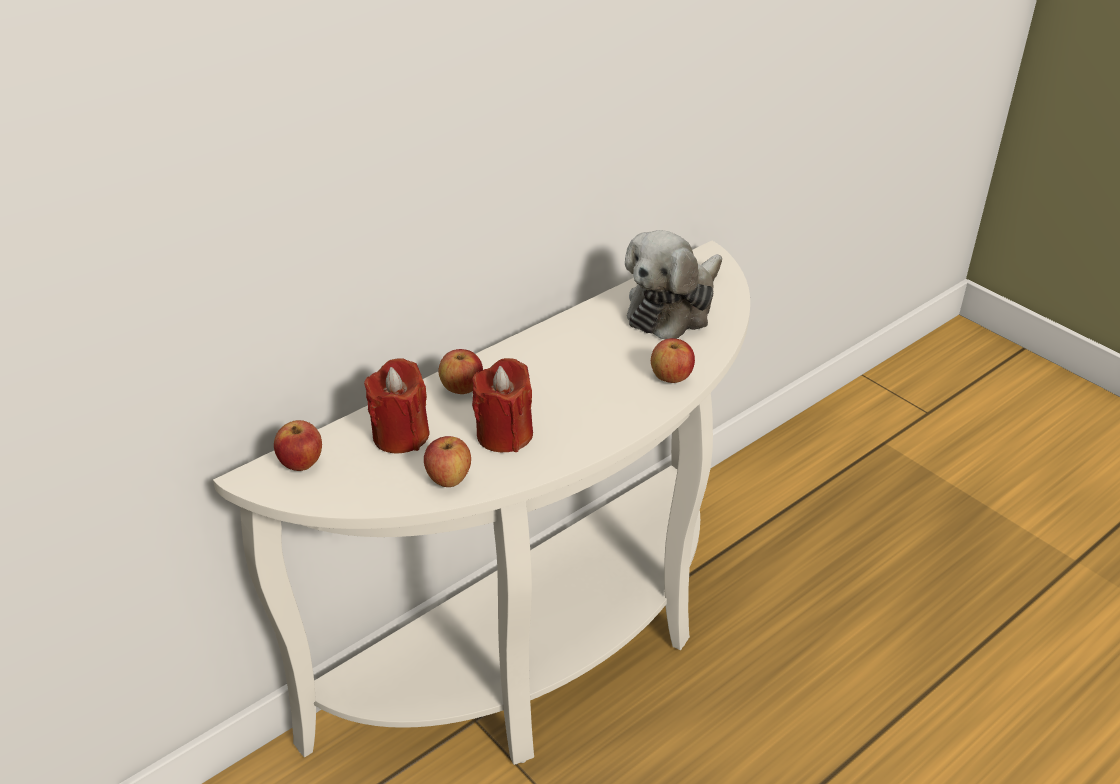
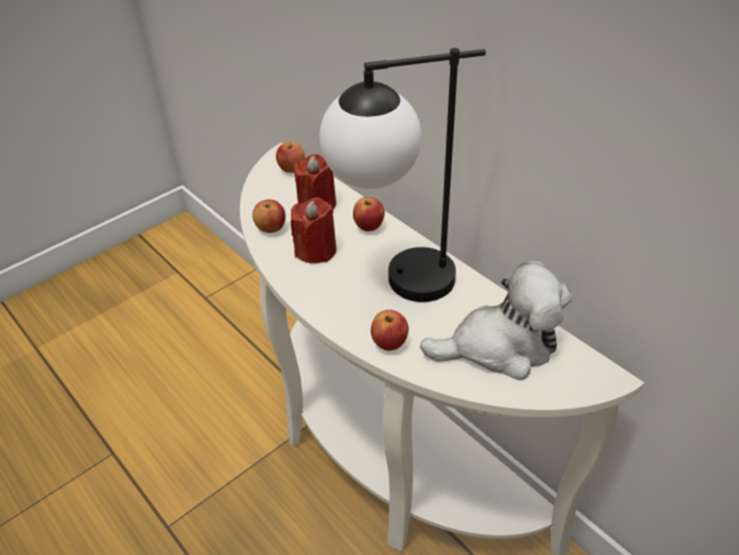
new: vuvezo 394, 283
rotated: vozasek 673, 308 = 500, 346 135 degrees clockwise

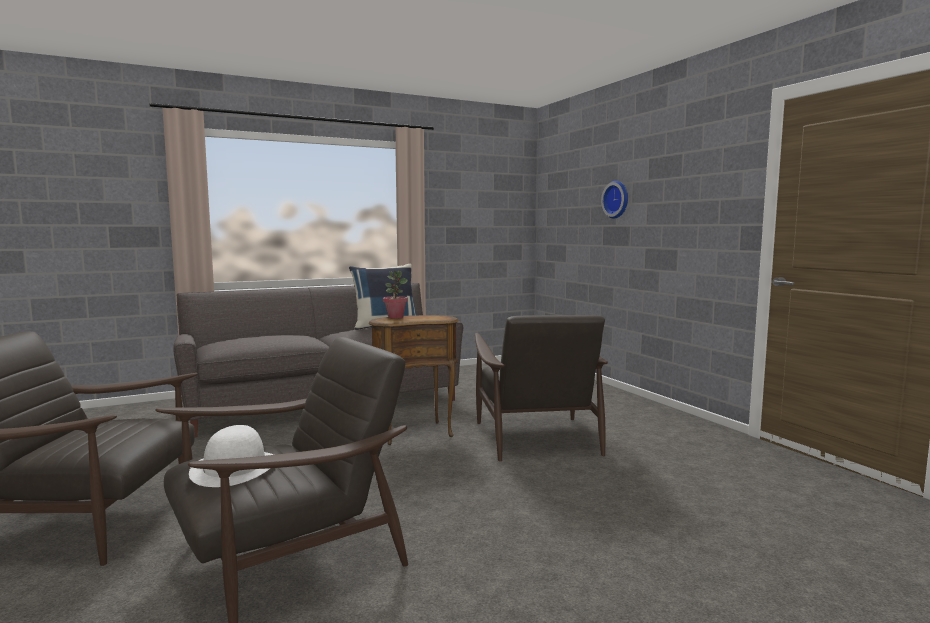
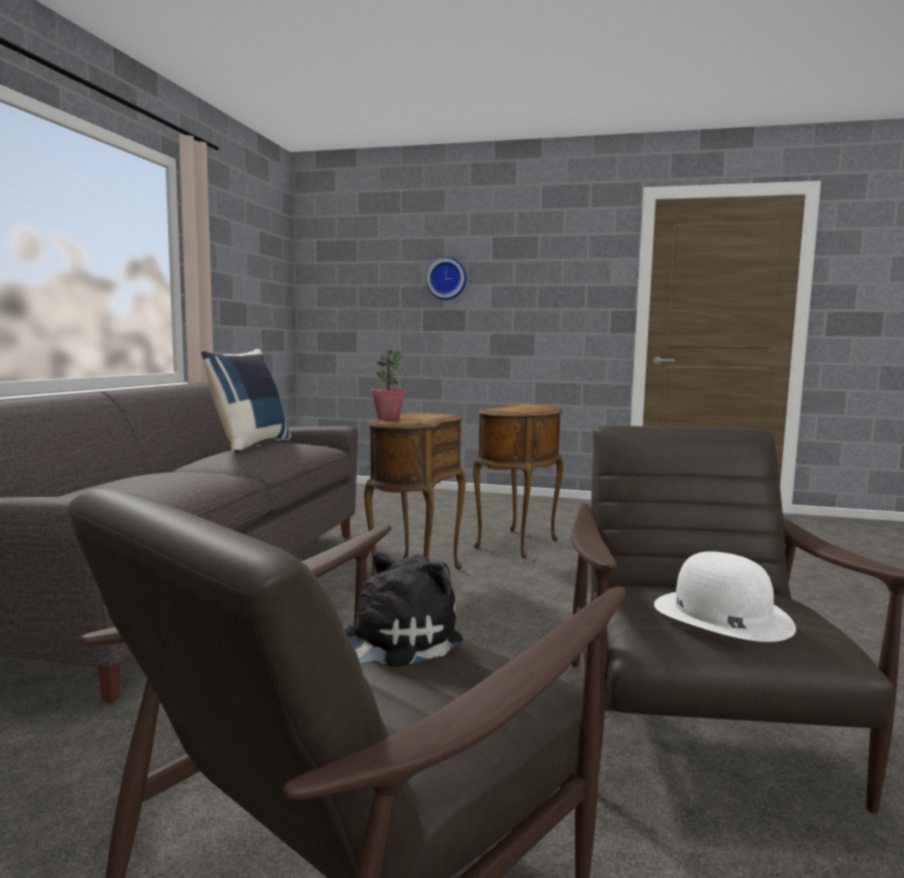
new: vozasek 393, 642
swapped: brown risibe 536, 436 to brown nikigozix 519, 544

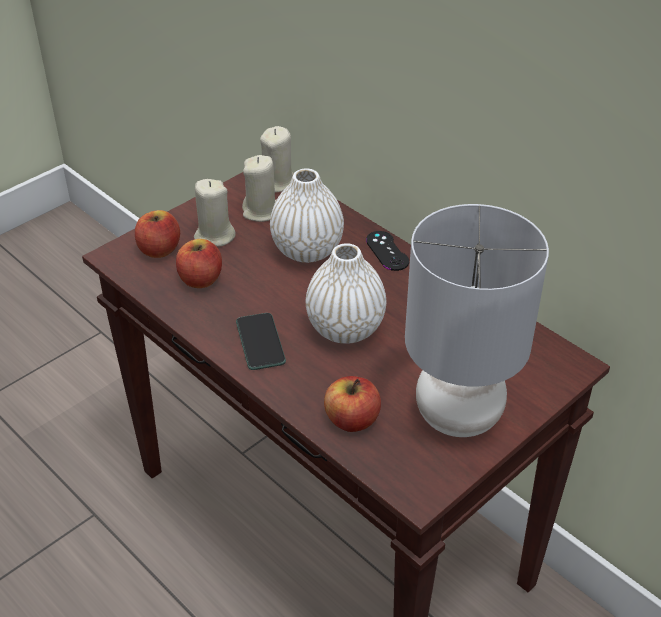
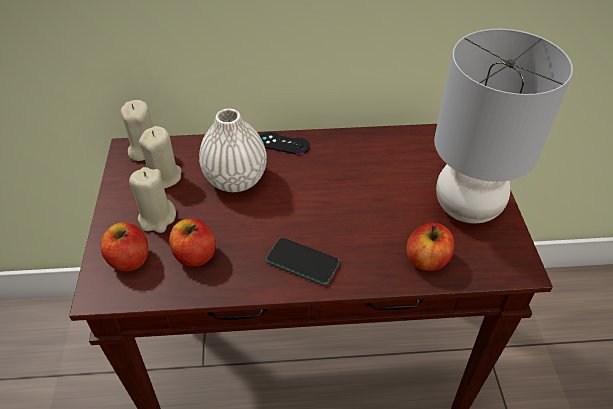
gone: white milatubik 345, 328

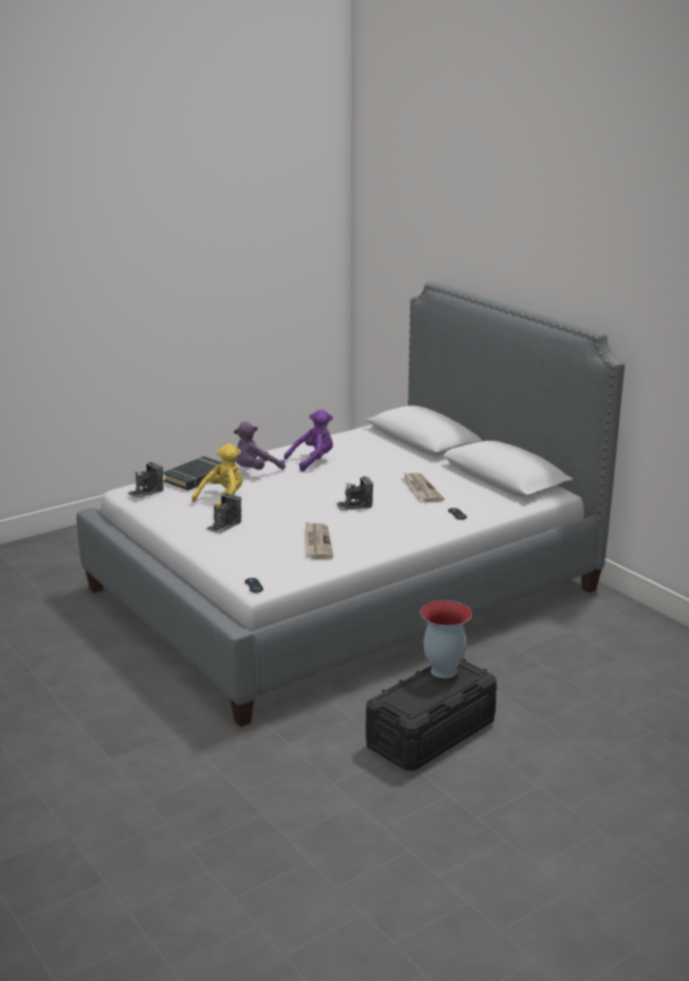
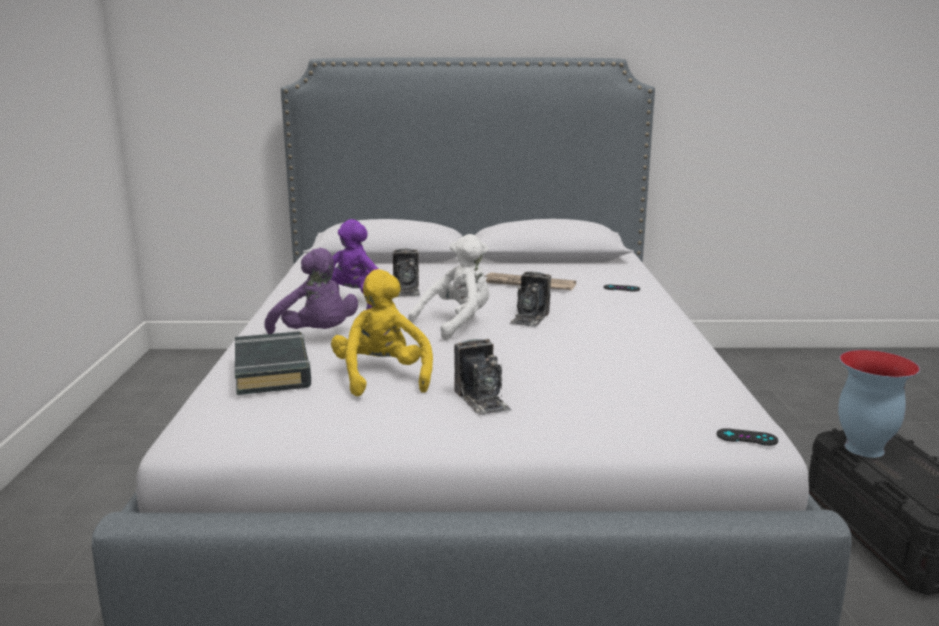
gone: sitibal 317, 542
new: white vozasek 457, 324
shifted: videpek 145, 492 to 406, 290
rotated: purple vozasek 255, 471 = 317, 335 45 degrees counterclockwise

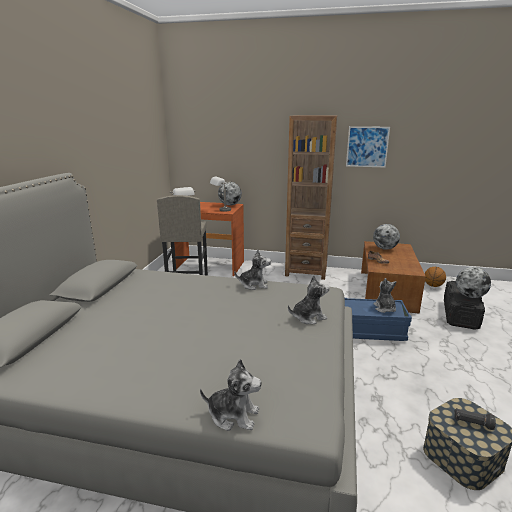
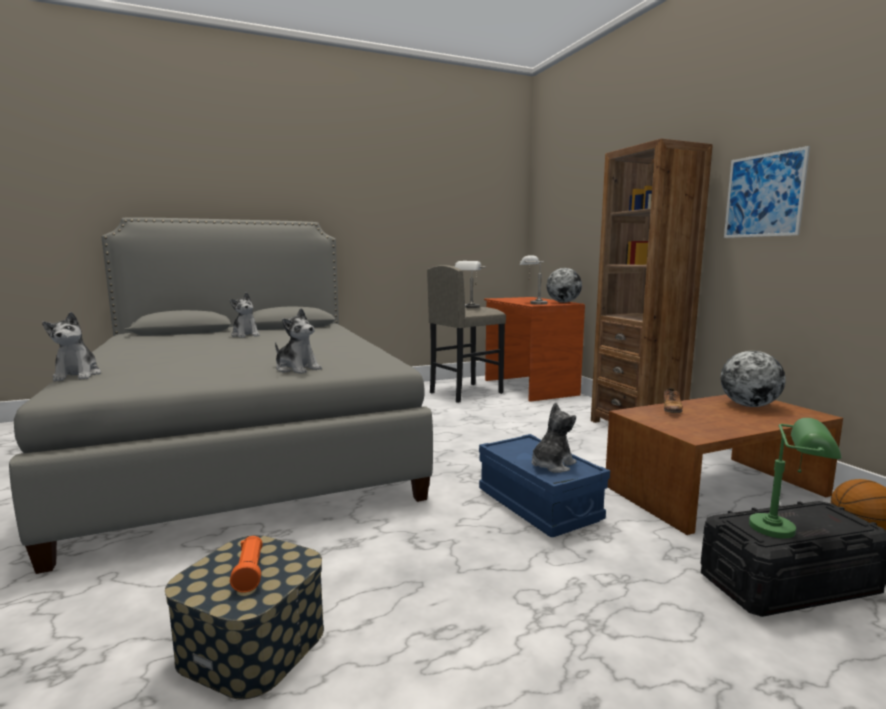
shifted: vozasek 254, 285 to 246, 335
swapped: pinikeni 470, 296 to green vuvezo 788, 530
repainted: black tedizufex 472, 423 to orange tedizufex 250, 573

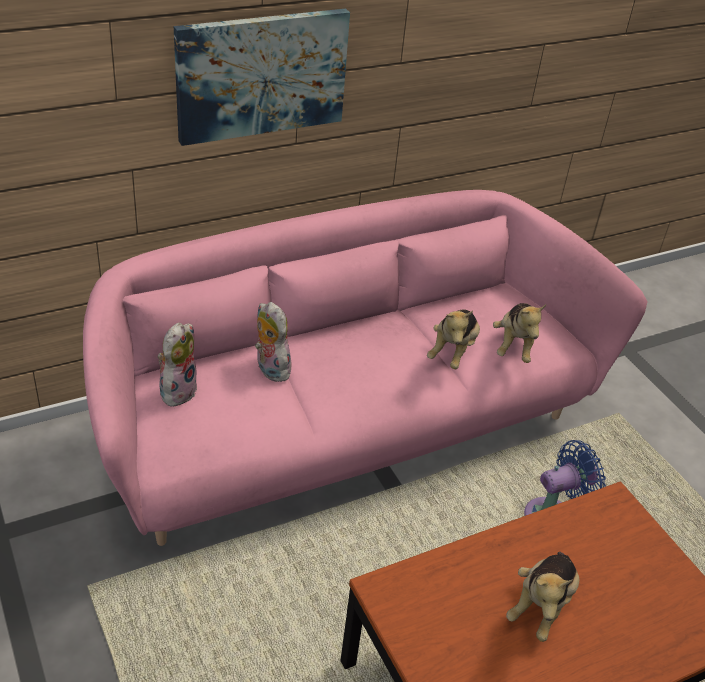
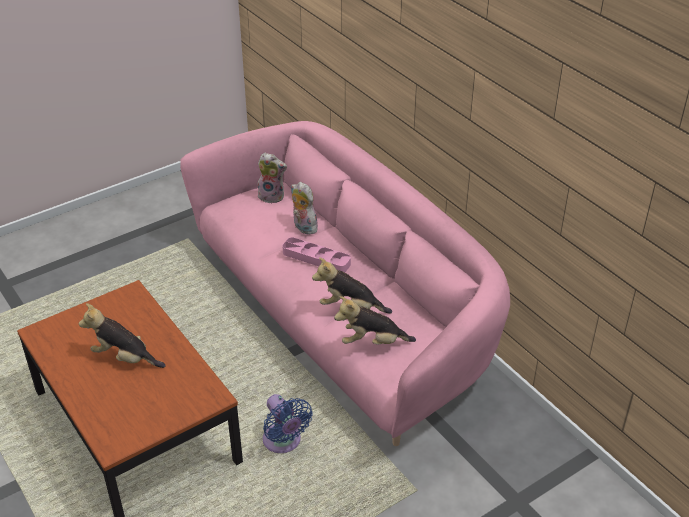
gone: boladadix 261, 75
new: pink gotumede 316, 258
rotated: vozasek 270, 369 = 303, 227 90 degrees counterclockwise

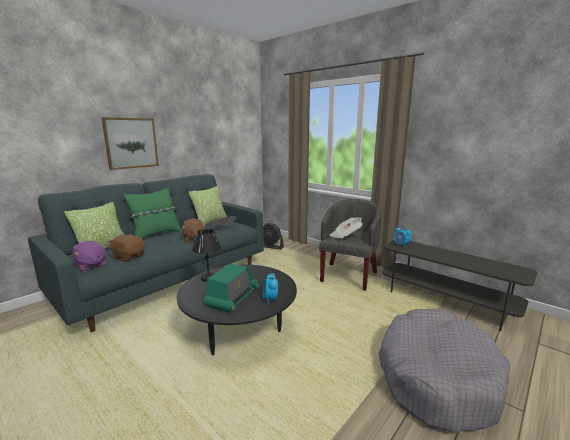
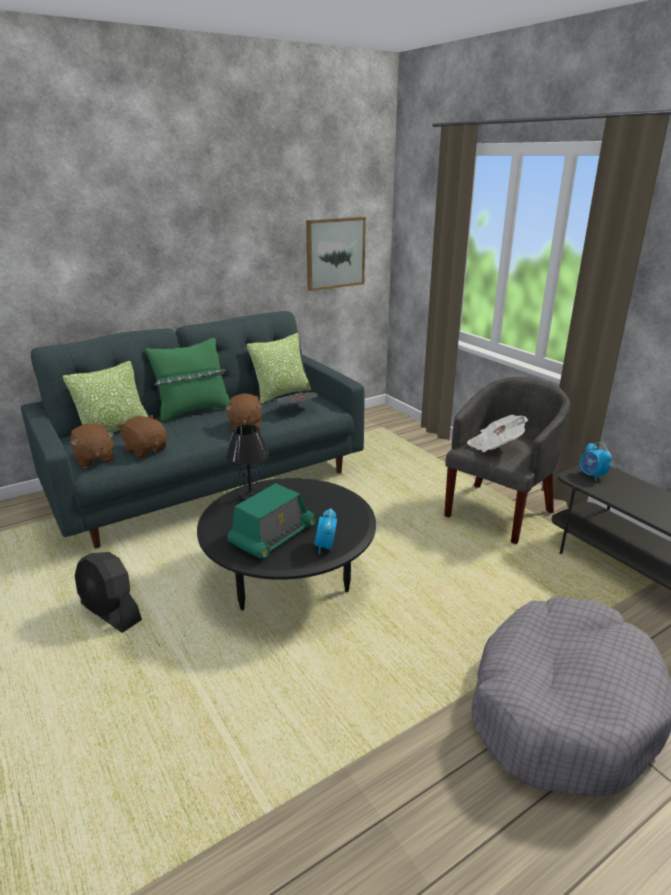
shifted: boladadix 131, 143 to 335, 253; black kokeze 270, 247 to 111, 613
repainted: purple vozasek 91, 266 to brown vozasek 94, 459

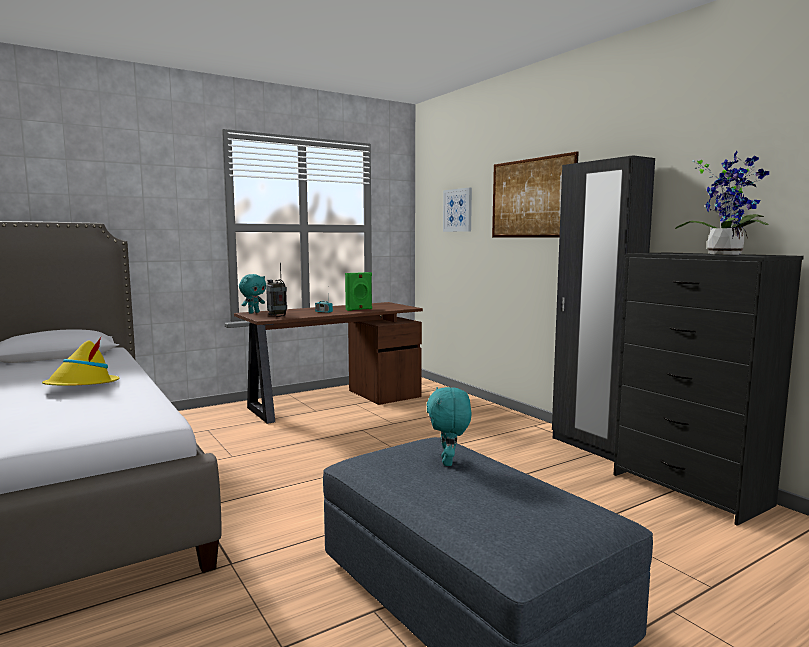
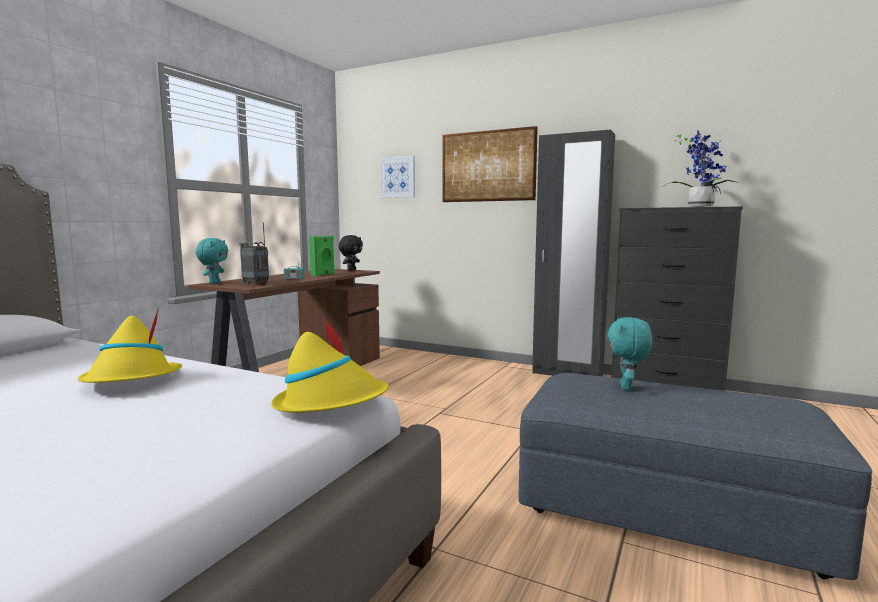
new: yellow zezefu 331, 403; black vozasek 351, 270
rotated: turquoise vozasek 449, 462 = 627, 387 45 degrees clockwise

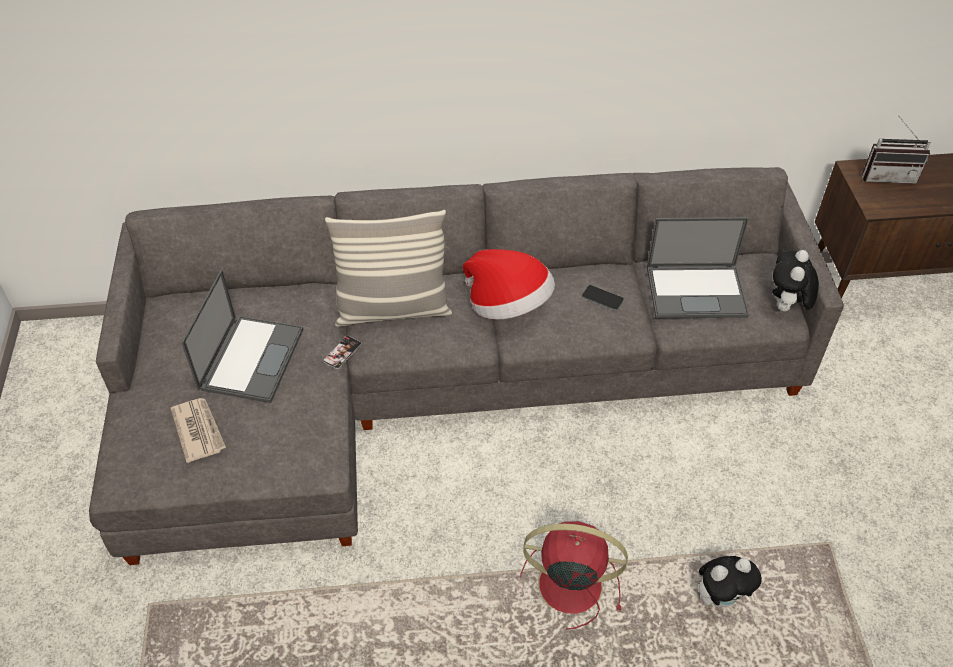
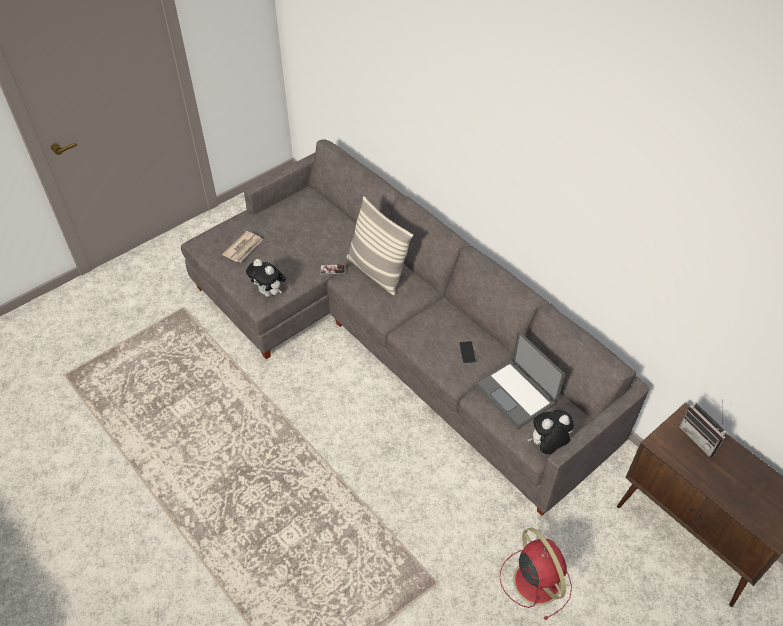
gone: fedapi 251, 357; zezefu 508, 305
shifted: red kokeze 566, 585 to 535, 580; vozasek 720, 597 to 269, 293

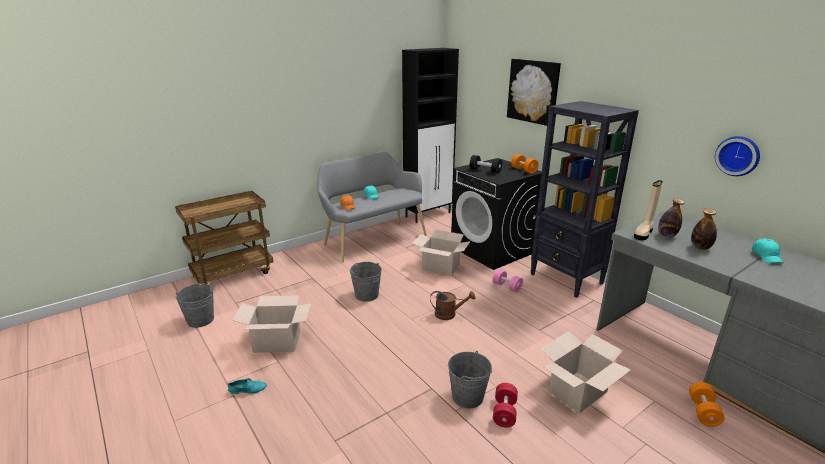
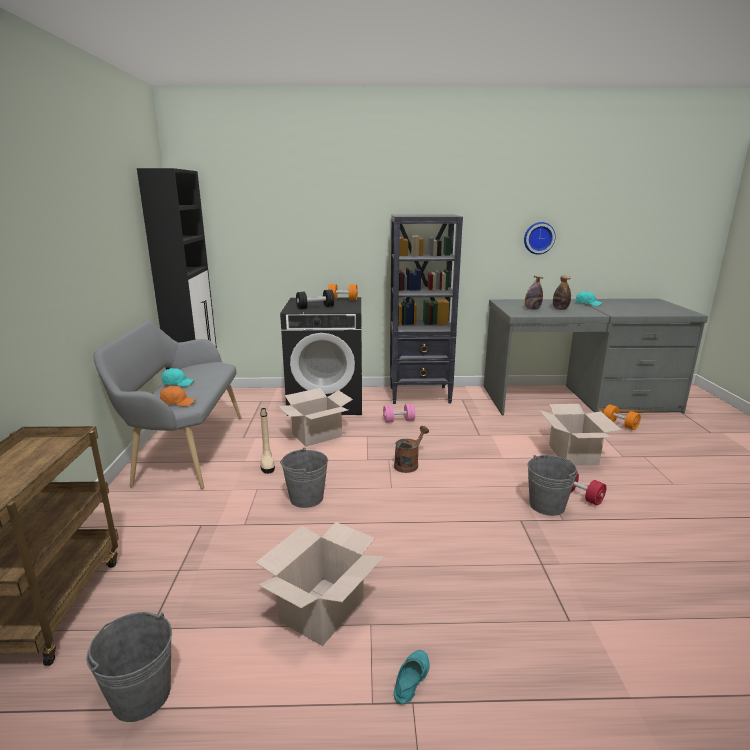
gone: boladadix 533, 91
shifted: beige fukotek 643, 233 to 267, 464

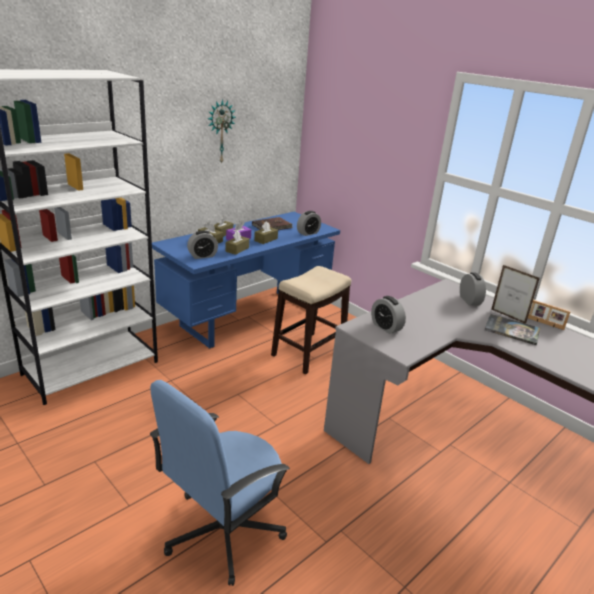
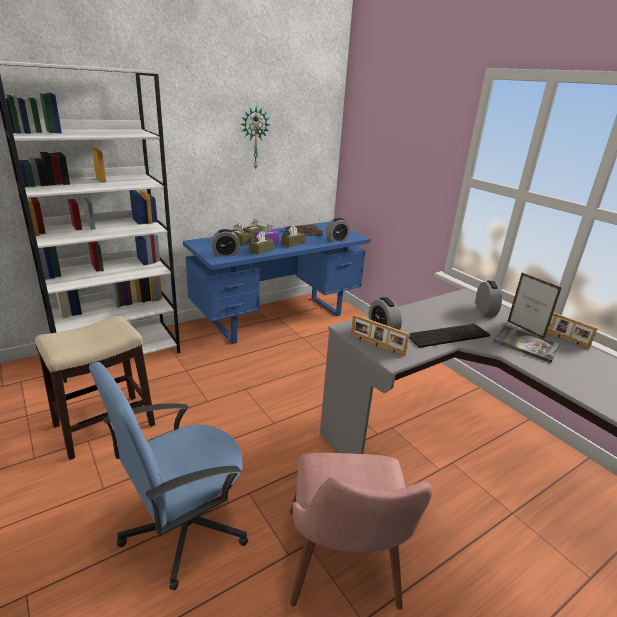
new: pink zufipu 344, 572; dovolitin 376, 345; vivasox 448, 336
shifted: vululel 308, 353 to 103, 425

